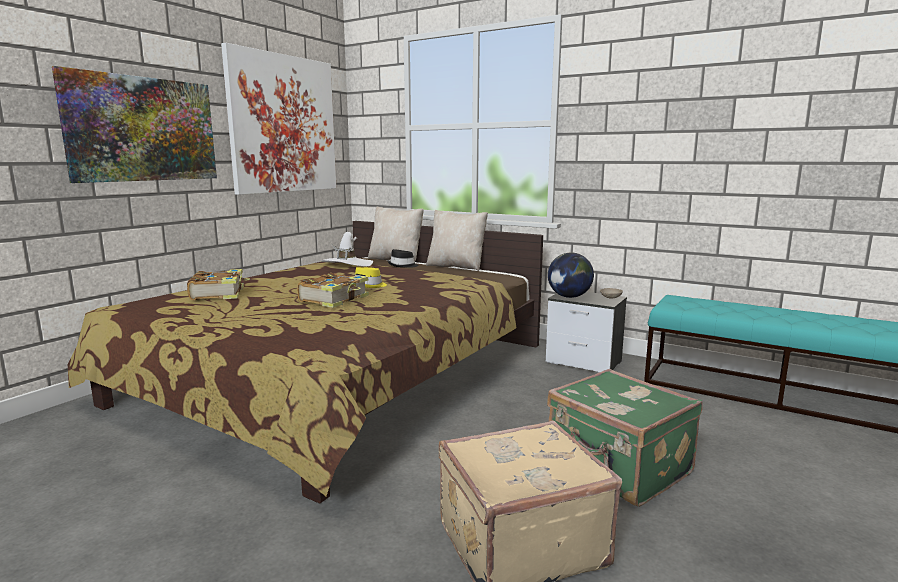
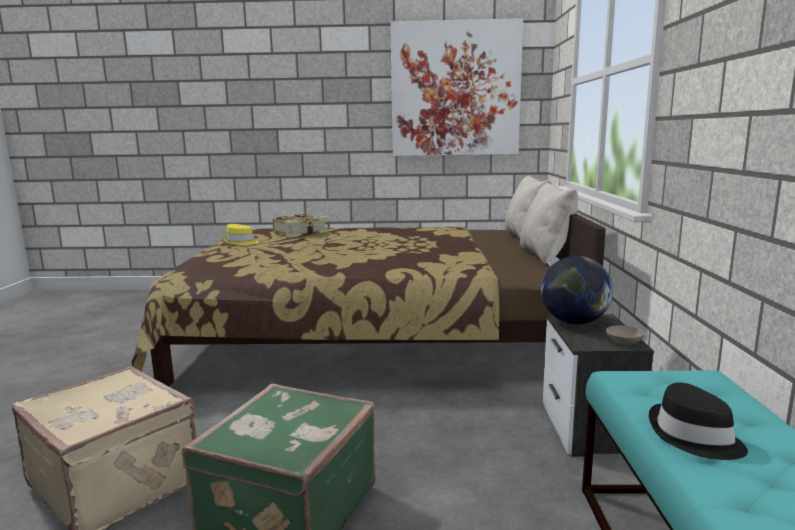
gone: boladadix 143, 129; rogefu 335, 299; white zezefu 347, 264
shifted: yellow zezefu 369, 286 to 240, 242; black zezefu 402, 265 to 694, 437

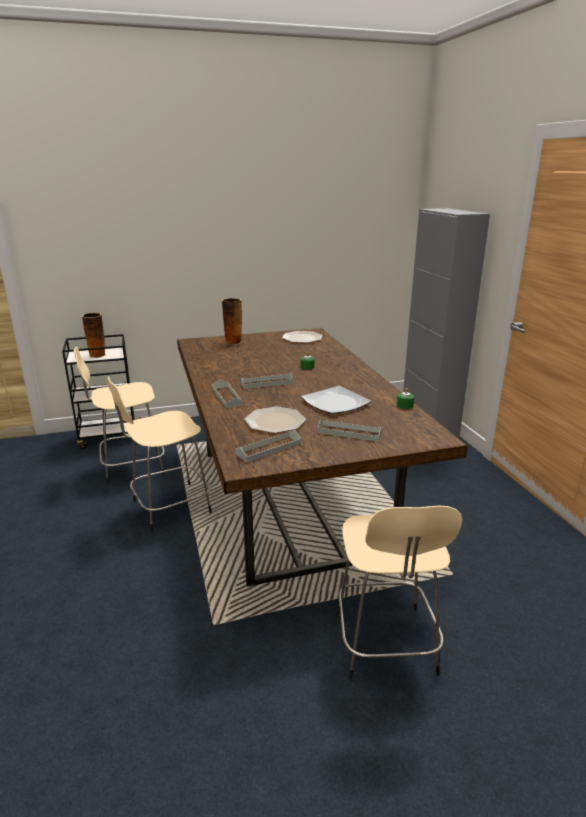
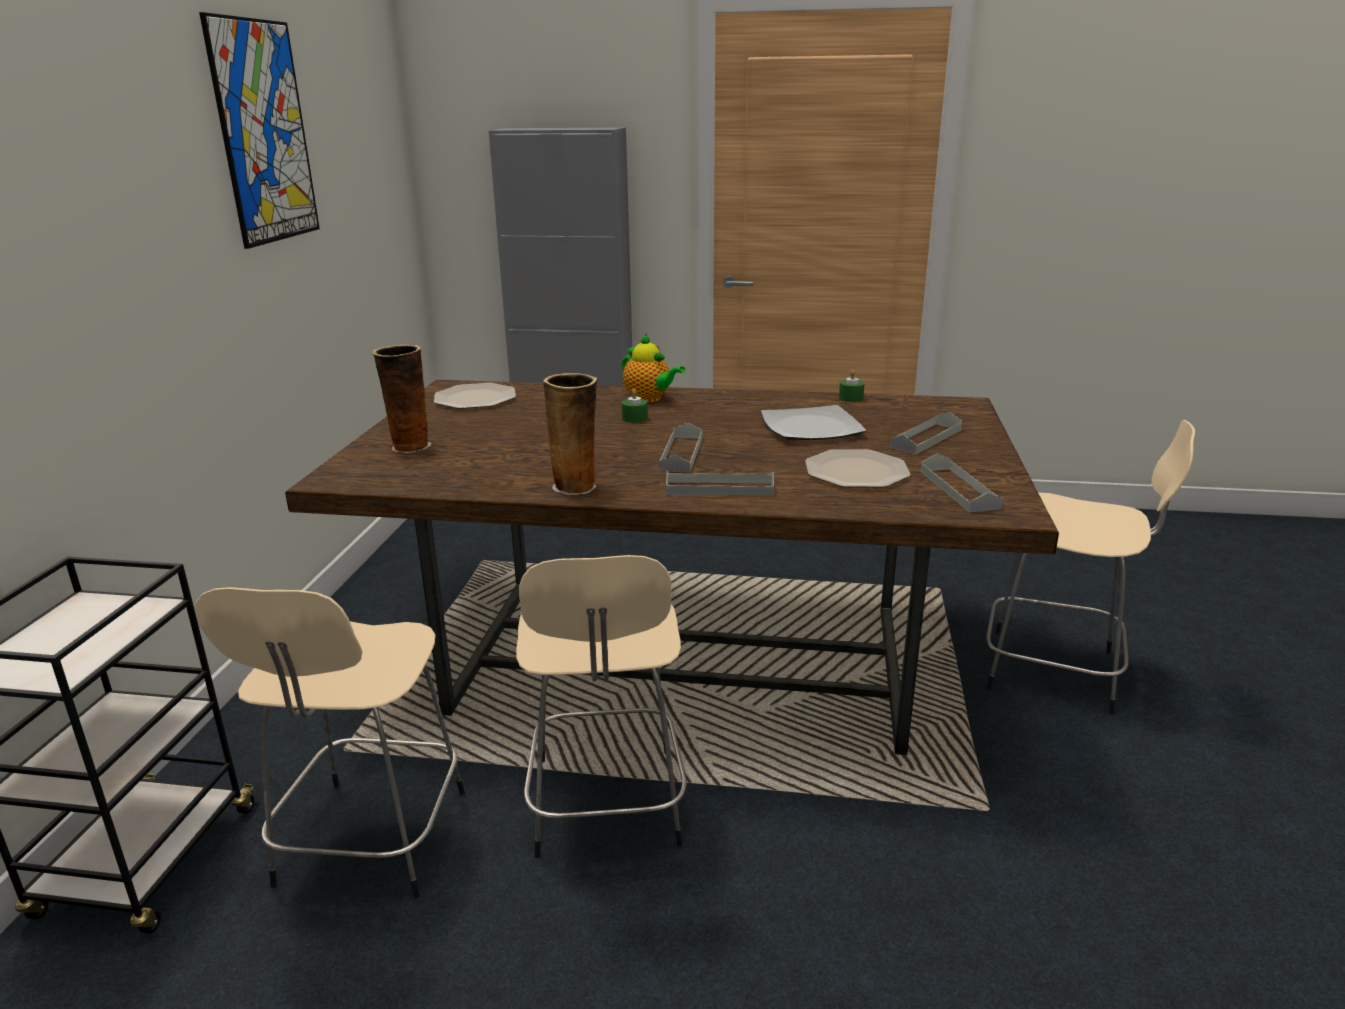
new: boladadix 264, 132; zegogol 649, 399
shifted: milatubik 98, 355 to 576, 486

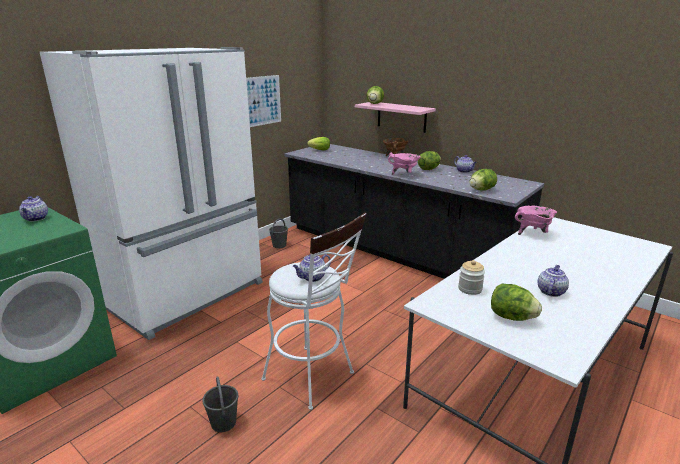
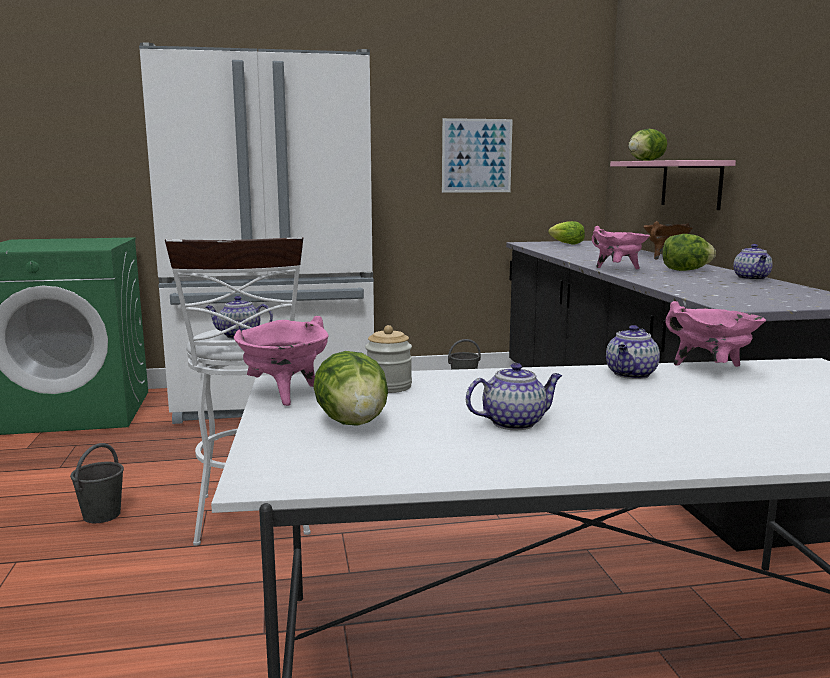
gone: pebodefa 481, 190
new: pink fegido 284, 395
shifted: zegogol 36, 219 to 631, 375

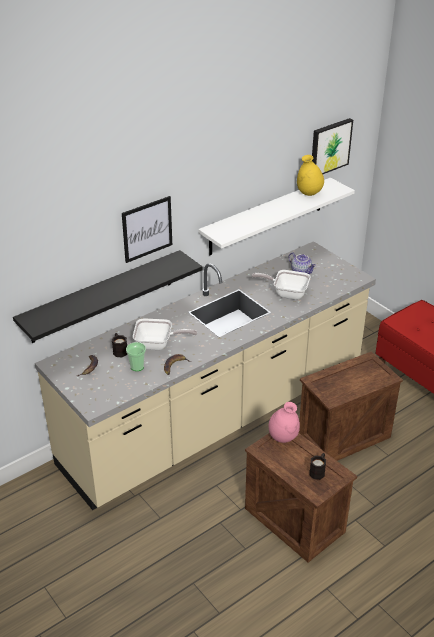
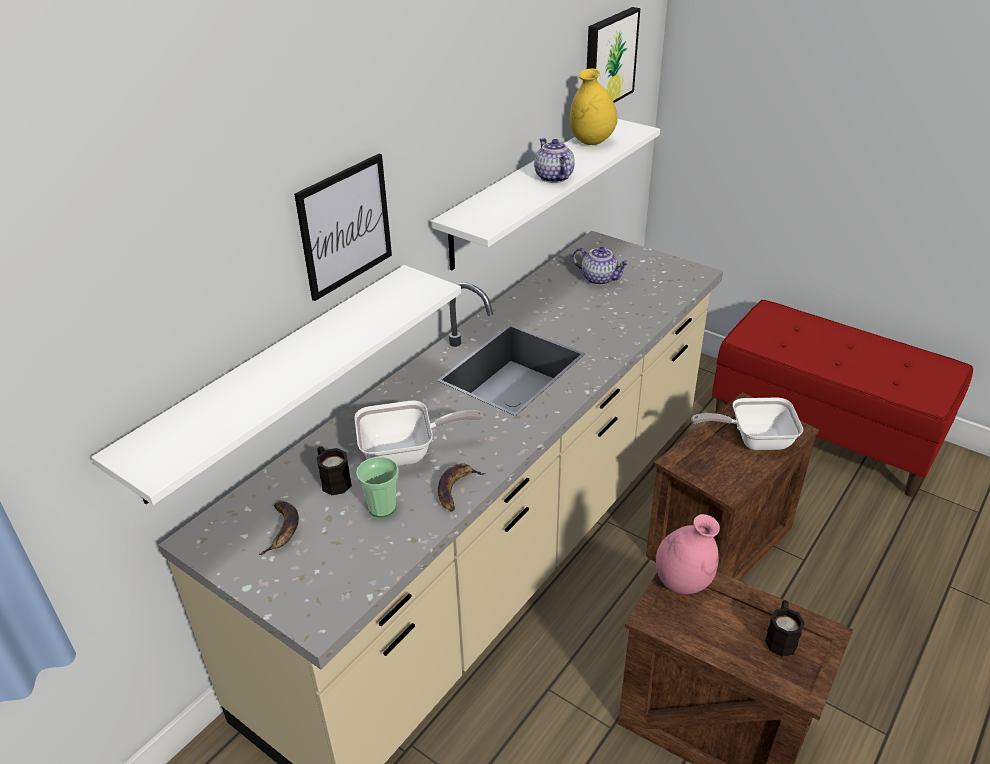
new: zegogol 552, 177
shifted: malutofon 286, 293 to 753, 439
repainted: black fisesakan 102, 296 to white fisesakan 276, 378

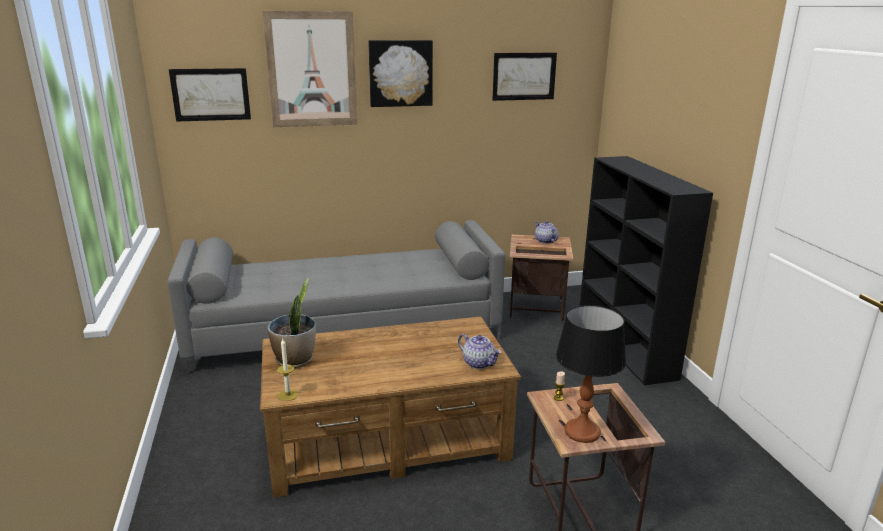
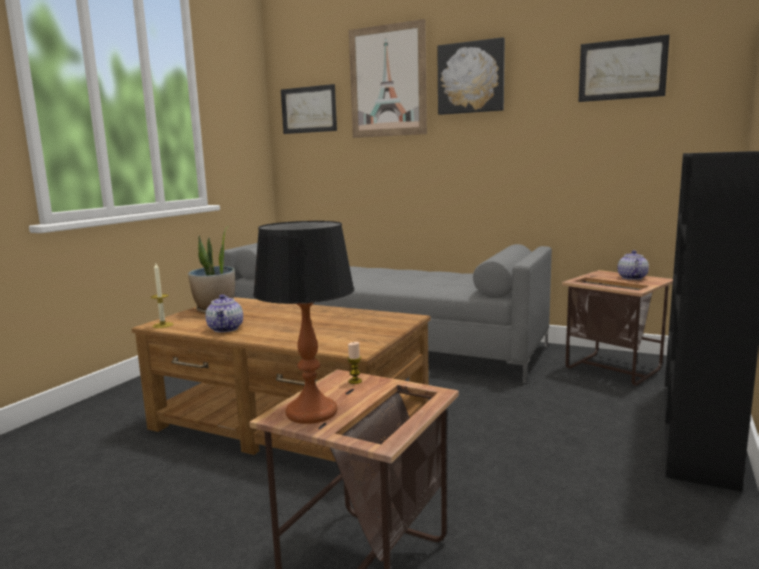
shifted: zegogol 479, 363 to 226, 329

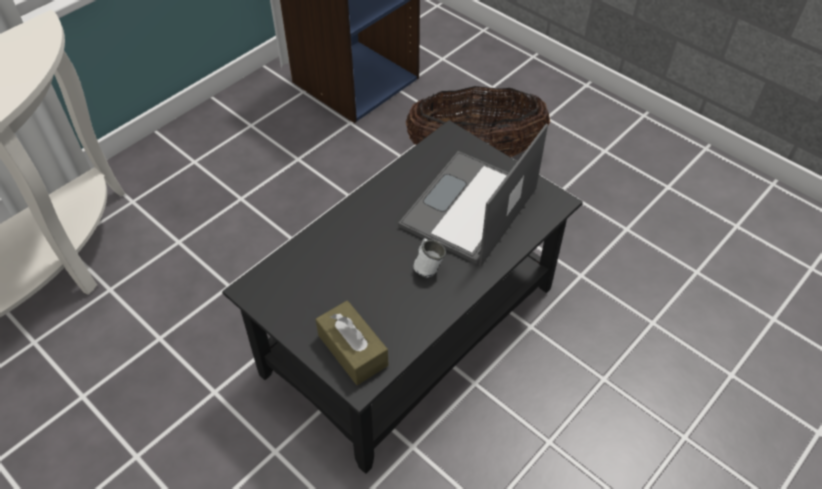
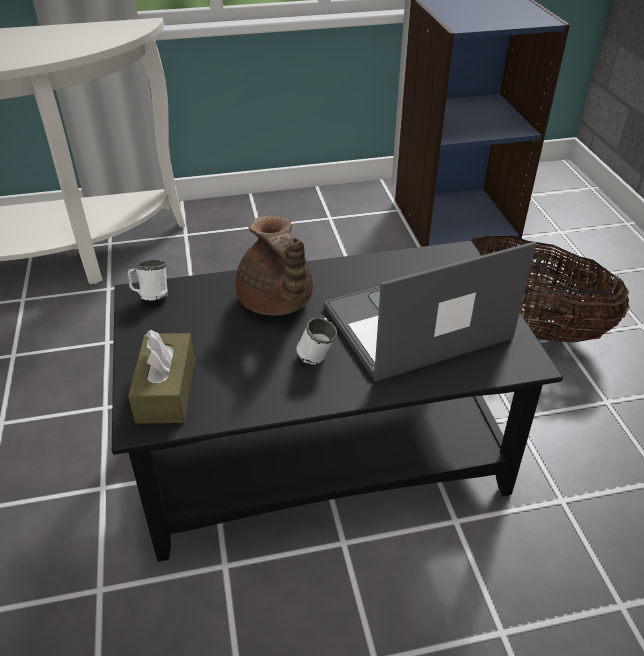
new: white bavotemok 151, 295; brown zegogol 276, 302

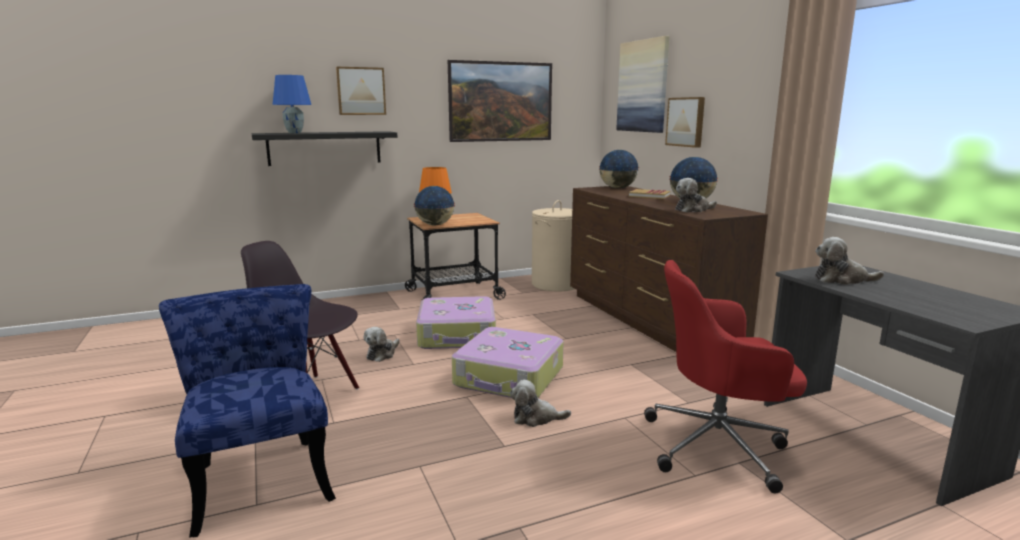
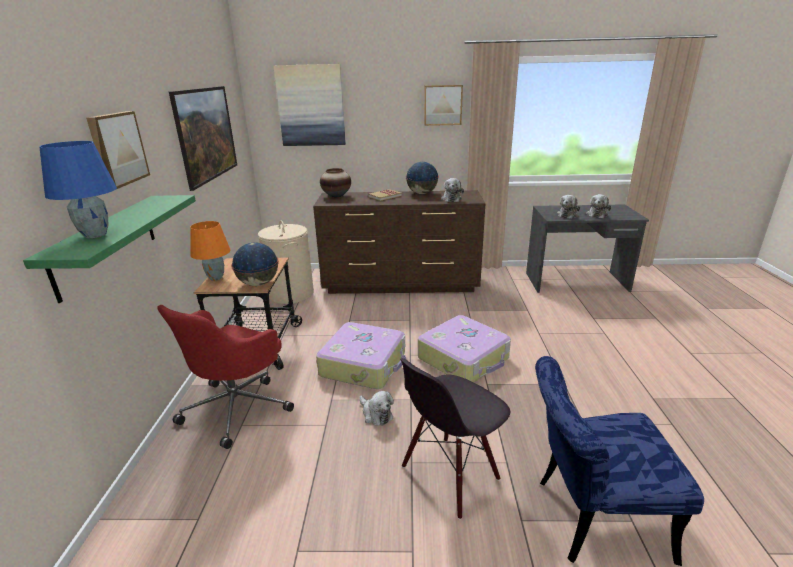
shifted: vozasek 536, 418 to 597, 214; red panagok 718, 446 to 238, 407; boladadix 686, 122 to 442, 105
swapped: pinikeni 618, 188 to milatubik 336, 196
repainted: black fisesakan 324, 148 to green fisesakan 106, 244

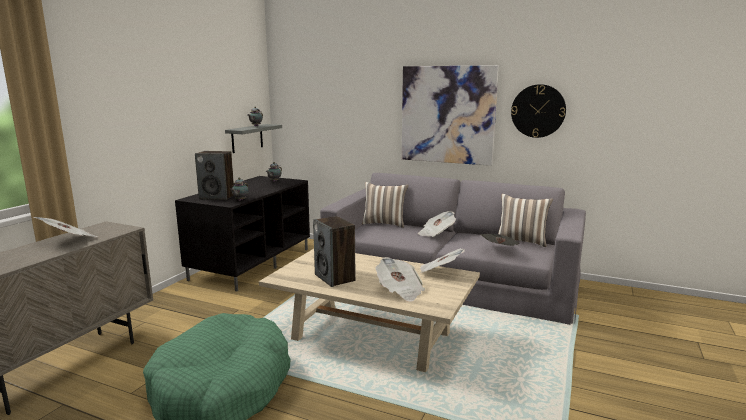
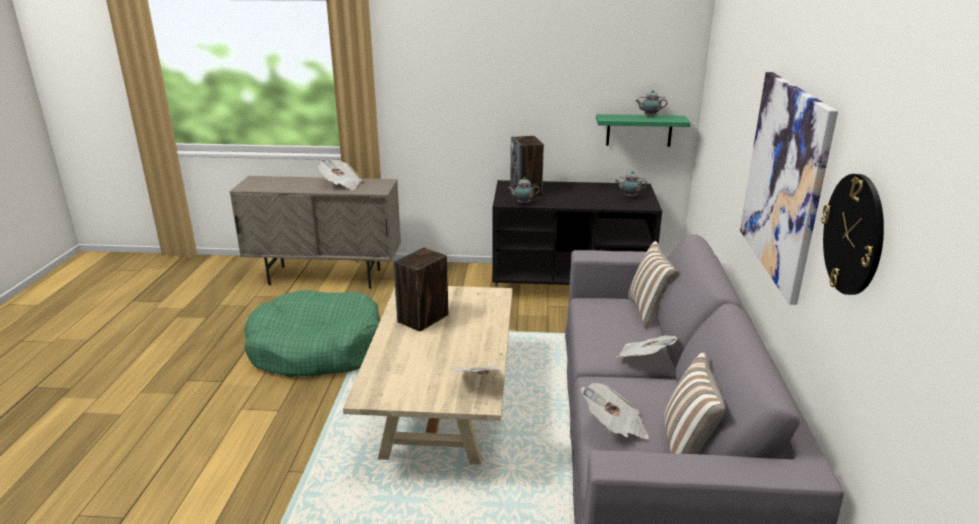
gone: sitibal 400, 291
repainted: grey fisesakan 247, 138 to green fisesakan 639, 130

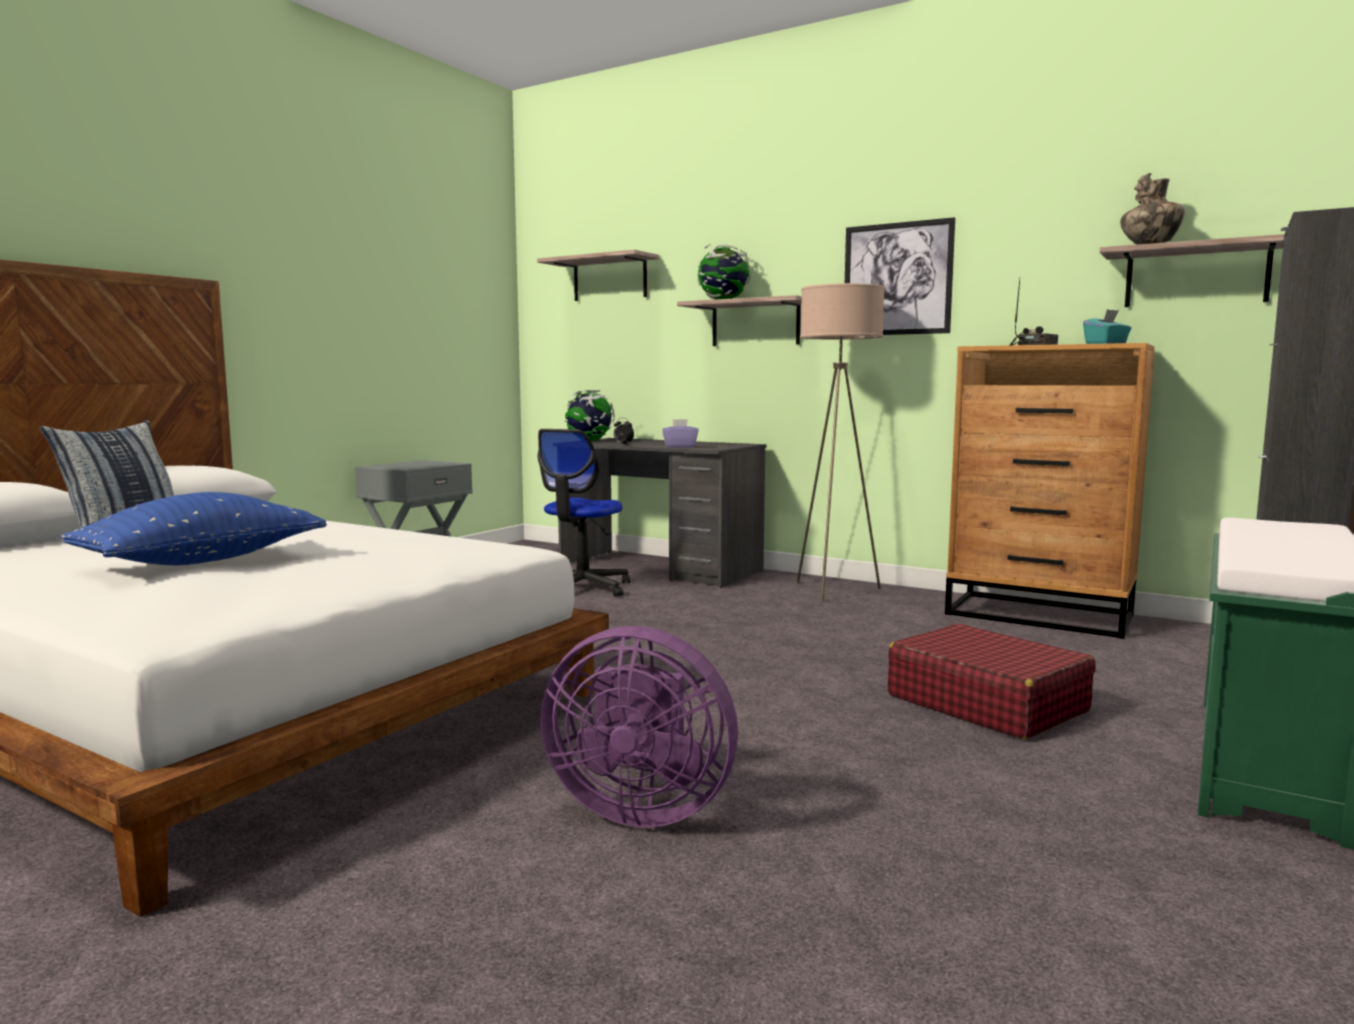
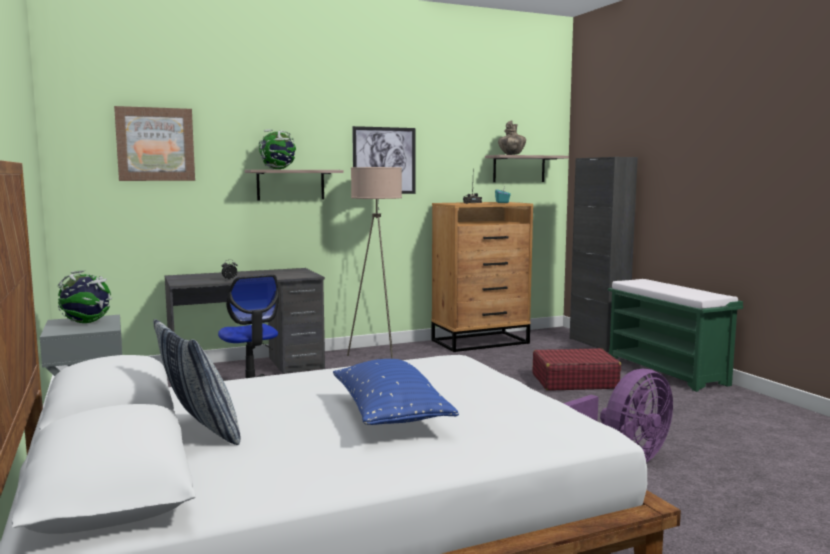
gone: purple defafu 680, 446
shifted: pinikeni 589, 441 to 87, 323
swapped: fisesakan 610, 279 to boladadix 155, 144

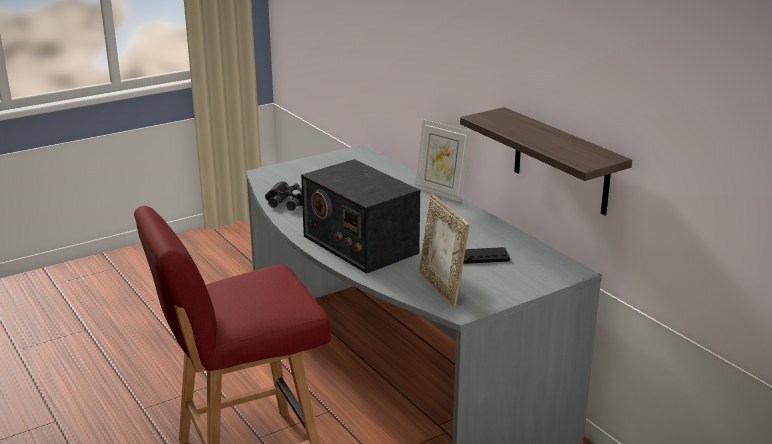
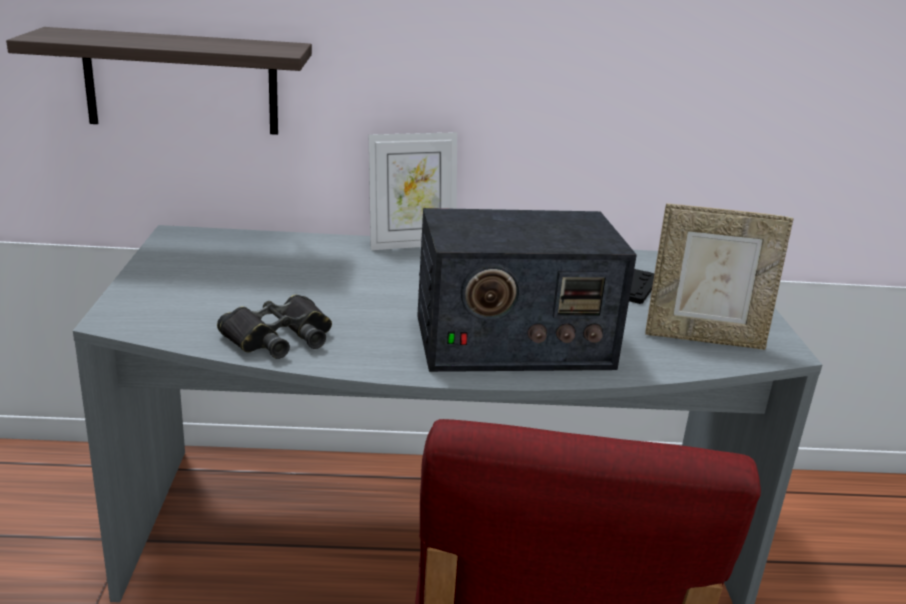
shifted: fisesakan 561, 162 to 181, 82

